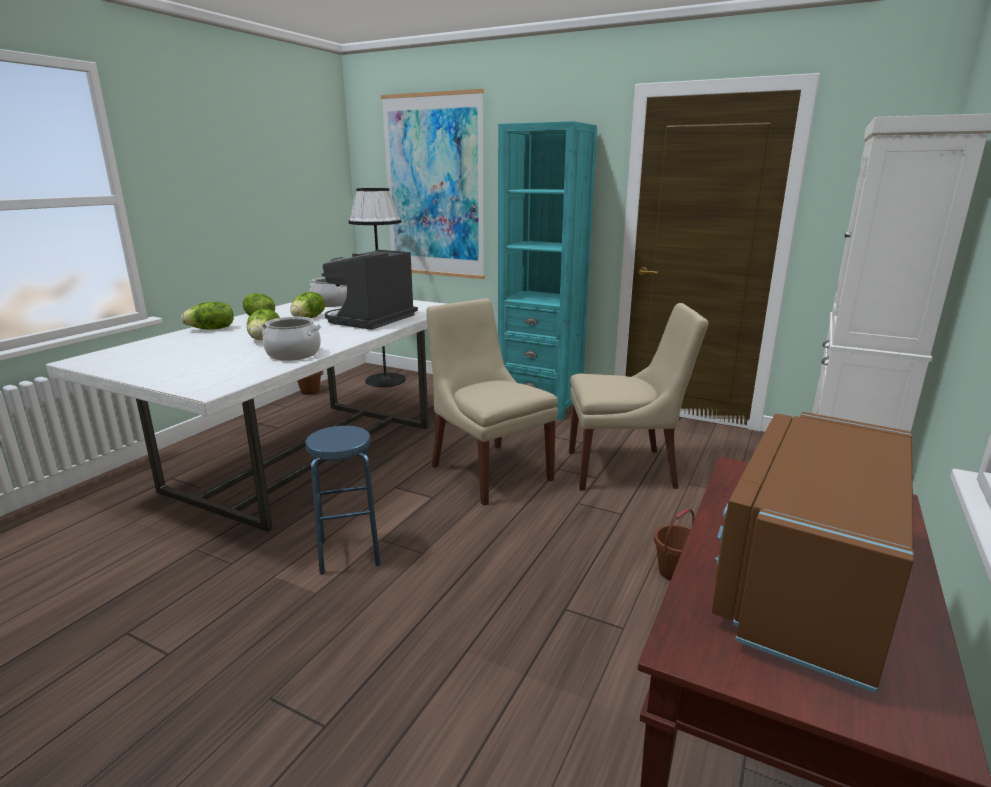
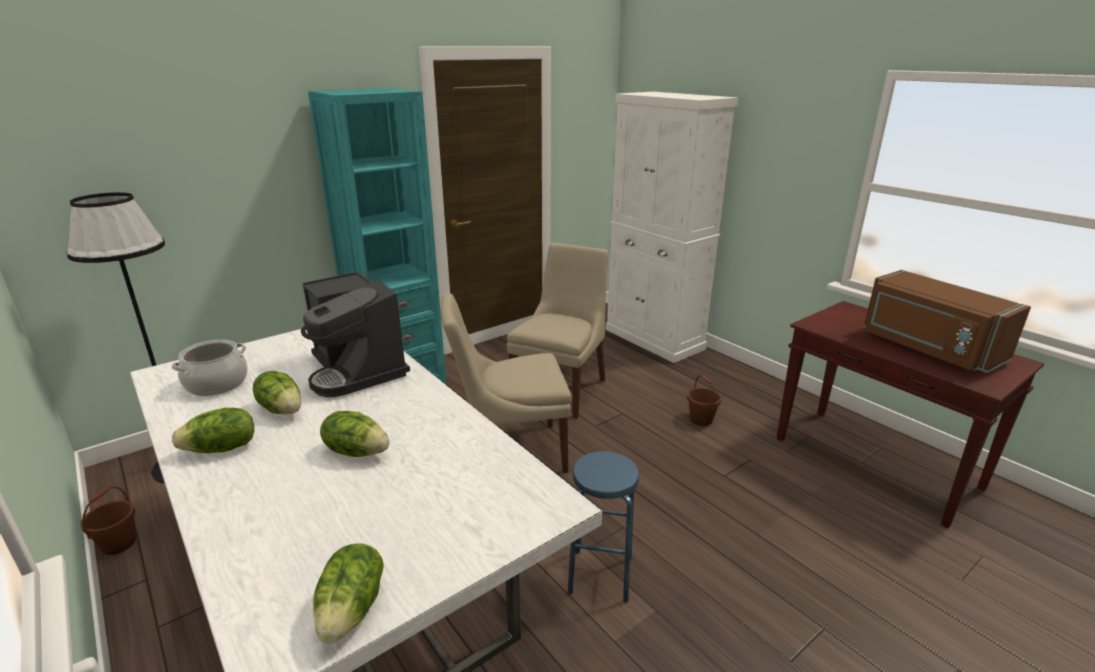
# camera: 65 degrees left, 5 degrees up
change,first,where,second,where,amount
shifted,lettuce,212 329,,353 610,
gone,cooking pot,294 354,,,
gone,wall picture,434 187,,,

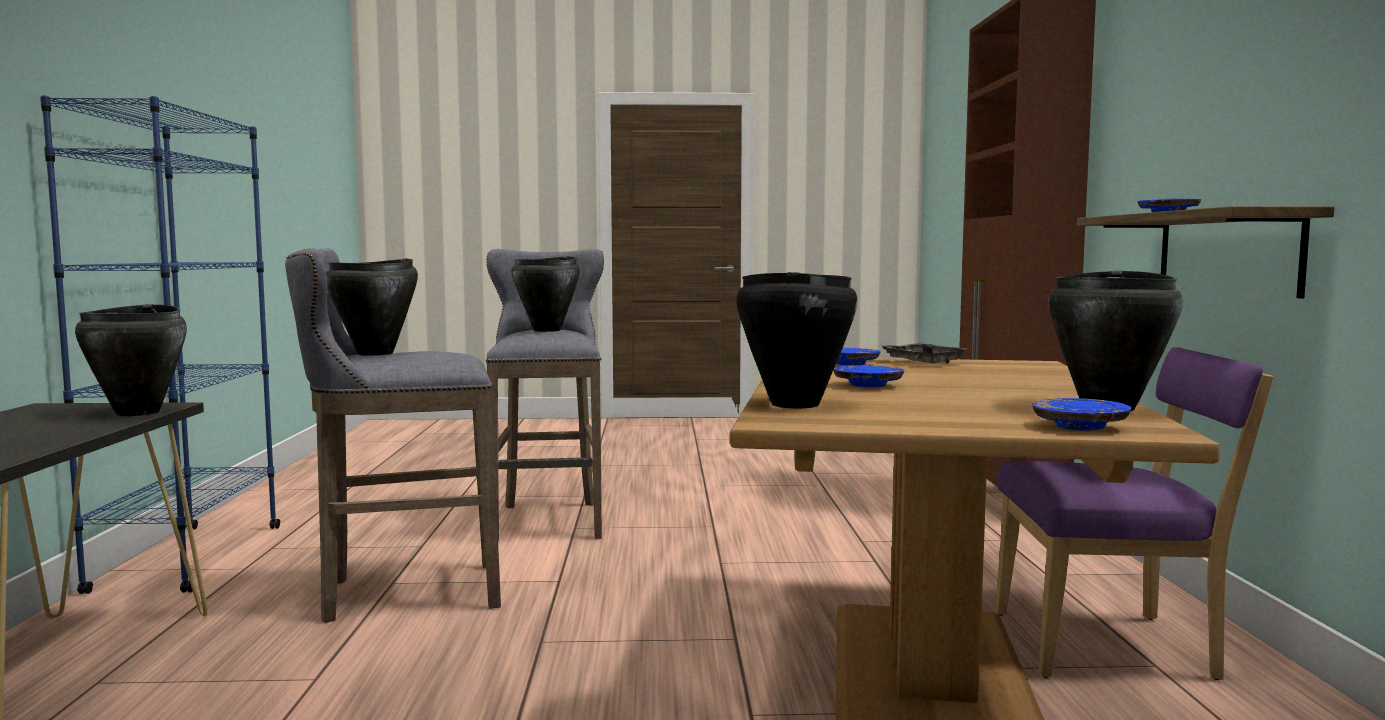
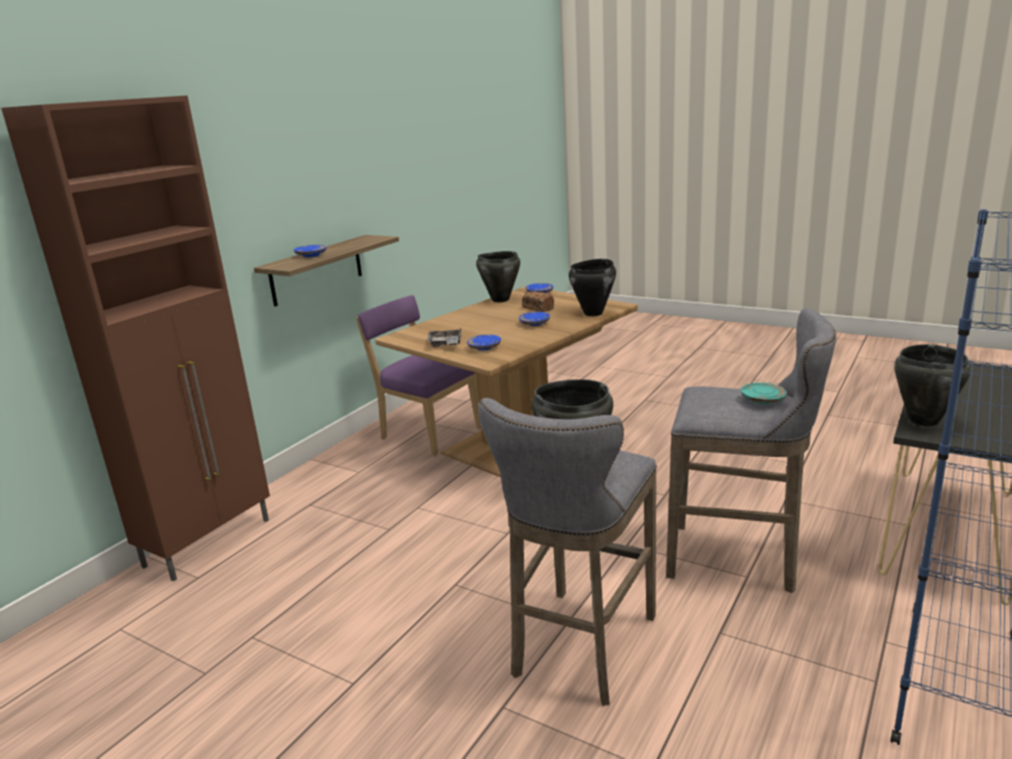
# camera: 145 degrees left, 15 degrees up
change,first,where,second,where,amount
new,,,bakery bread,538 308,
swapped,black-coloured cooking pot,376 353,blue-green flat dish,763 400,

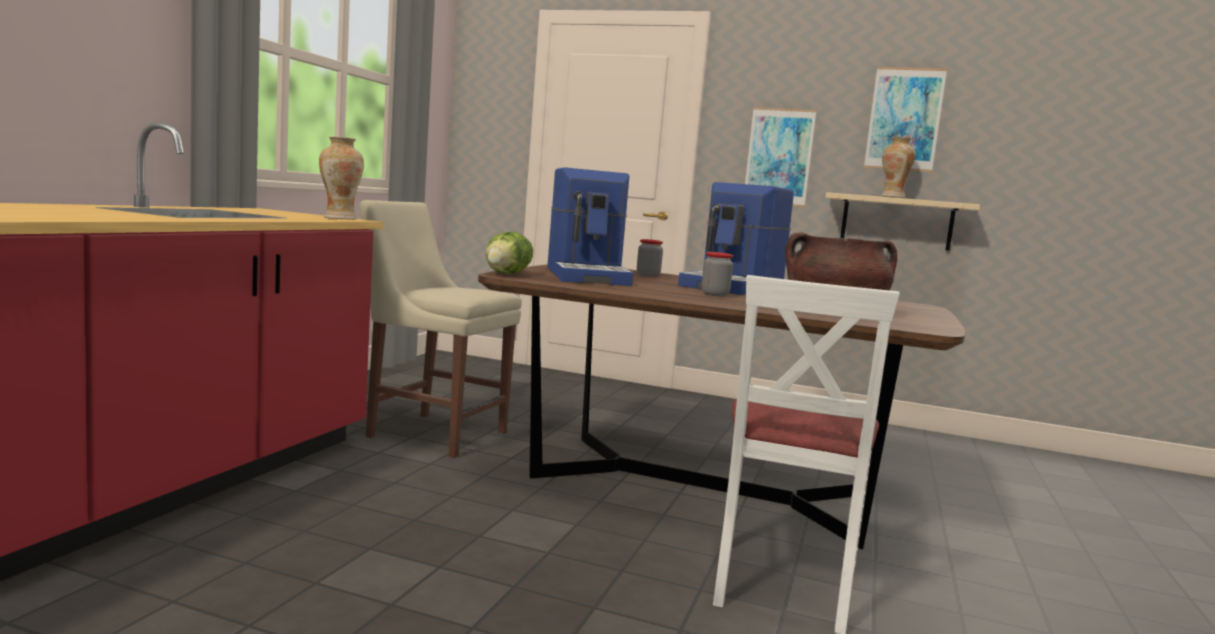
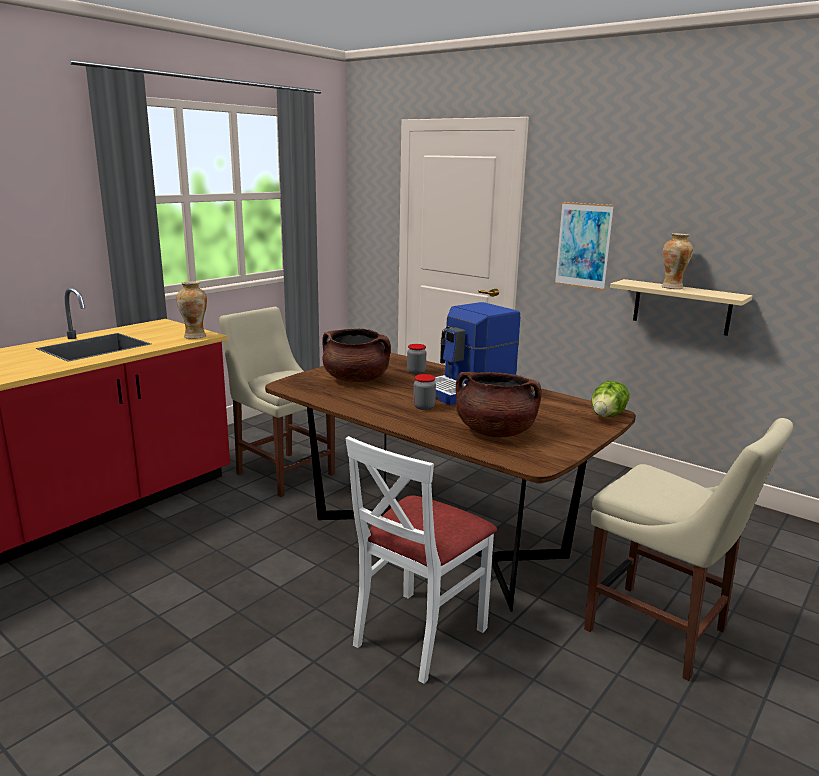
# camera: 20 degrees right, 10 degrees up
change,first,where,second,where,amount
swapped,coffee brewer,588 276,brown-coloured cooking pot,356 379,
new,,,beige plain chair,662 633,
shifted,lettuce,507 274,,608 415,
gone,wall picture,904 119,,,

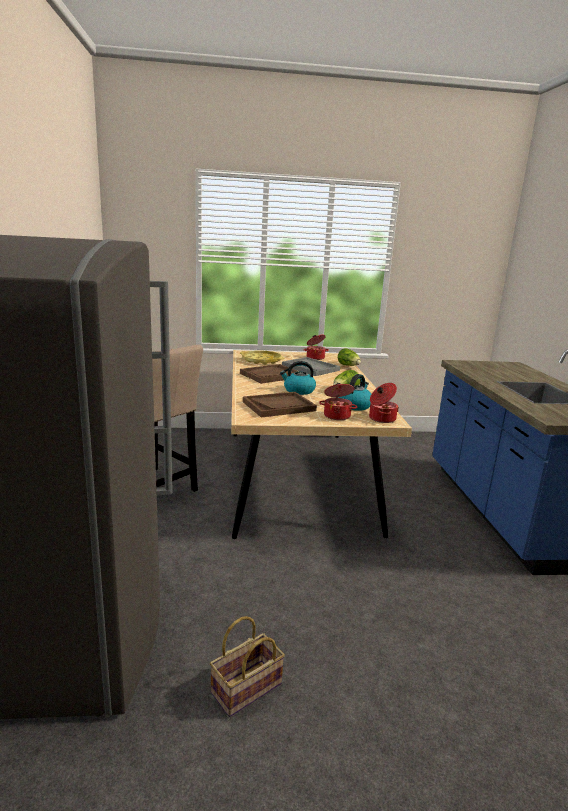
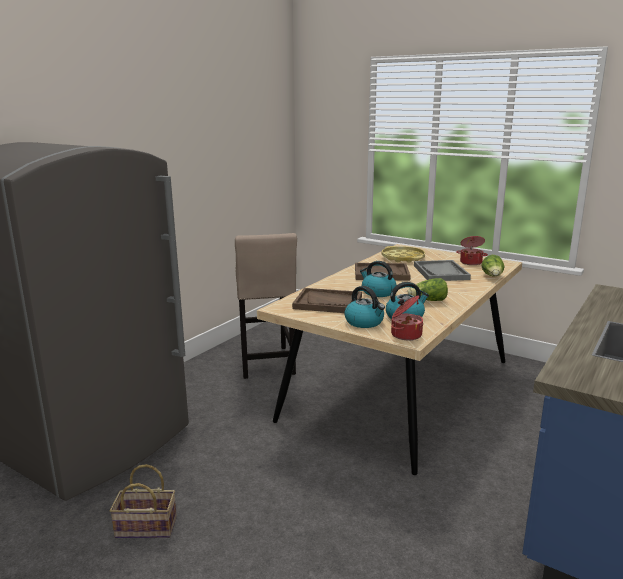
# camera: 40 degrees right, 0 degrees up
change,first,where,second,where,amount
swapped,cooking pot,337 416,tea kettle,365 322,

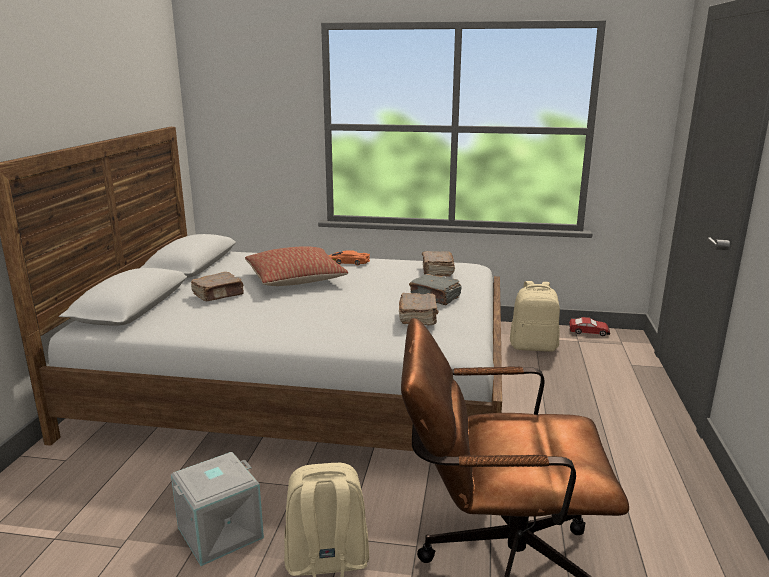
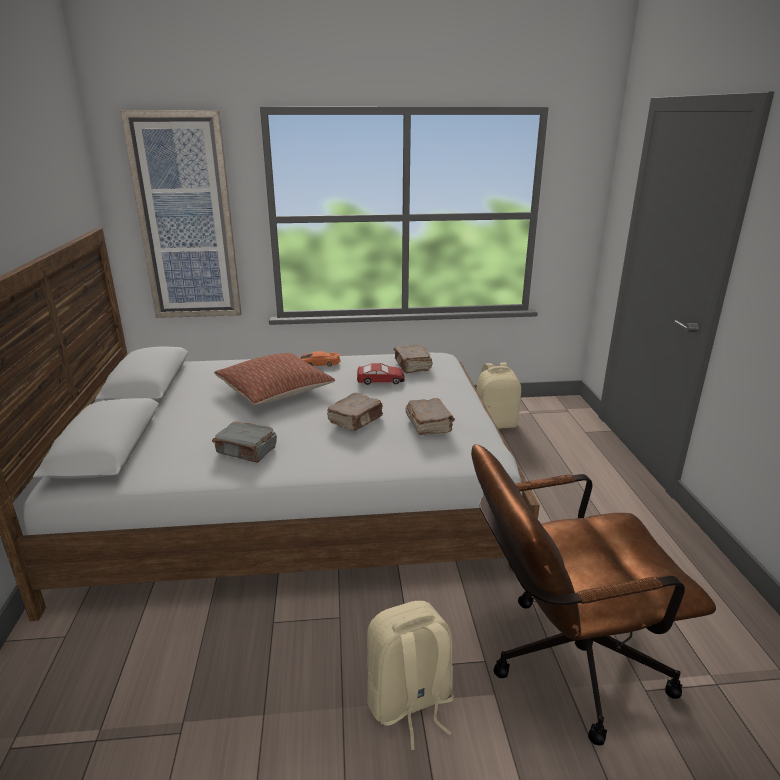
# camera: 15 degrees left, 5 degrees up
change,first,where,second,where,amount
new,,,wall picture,186 219,
shifted,gray book,435 297,,247 451,
shifted,brown-coloured book,219 295,,356 420,
shifted,miniature car,589 332,,380 380,
gone,gray storage container,220 533,,,

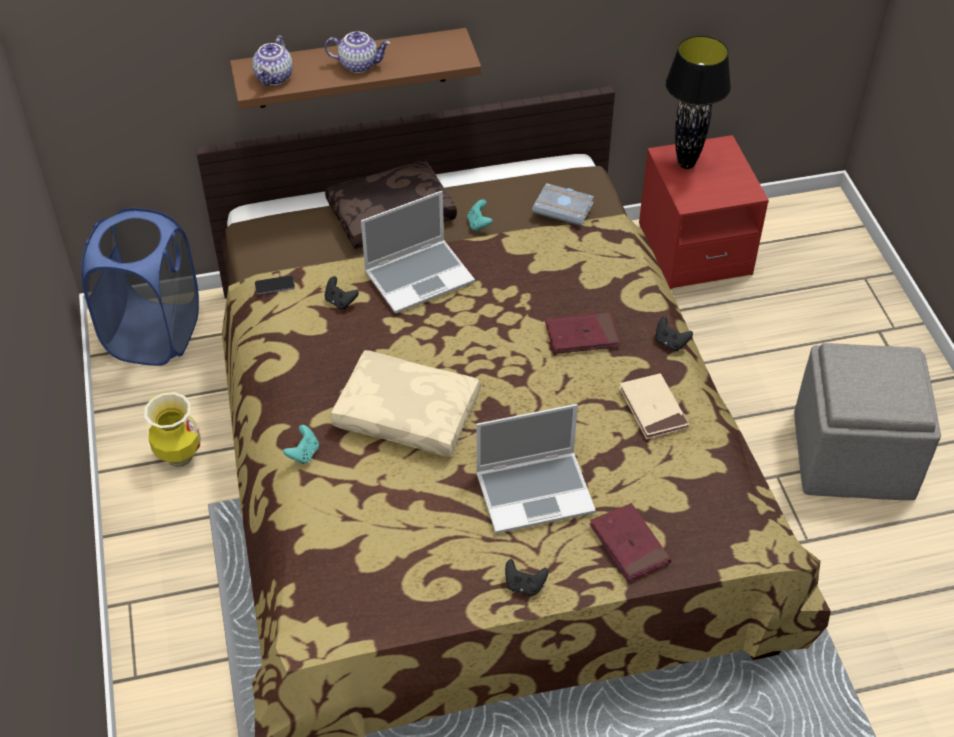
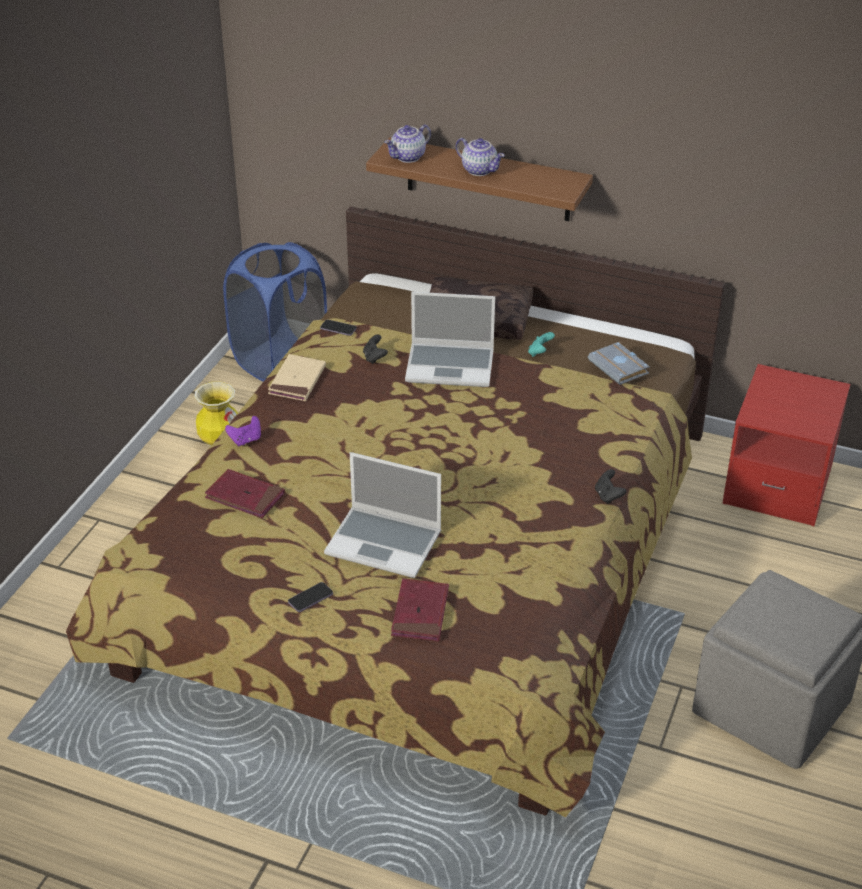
# camera: 35 degrees right, 10 degrees down
change,first,where,second,where,amount
shifted,red book,581 336,,245 496,
repainted,blue-green game controller,304 453,purplish game controller,246 440,
shifted,beige book,653 409,,297 381,
swapped,black-coloured game controller,524 585,telephone,310 598,
gone,beige pillow,409 412,,,
gone,black-coloured tabletop lamp,686 163,,,

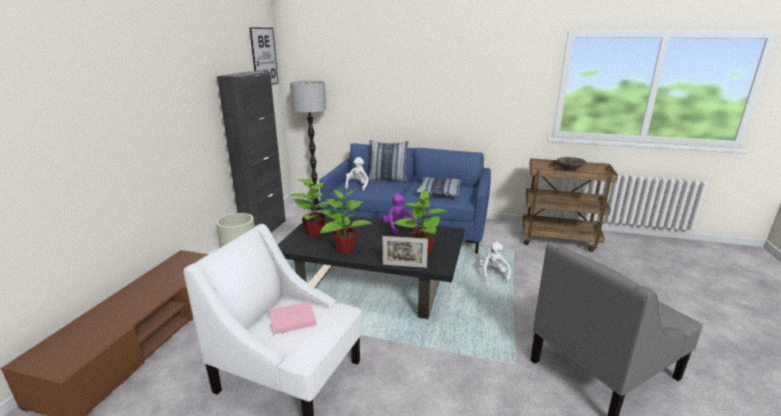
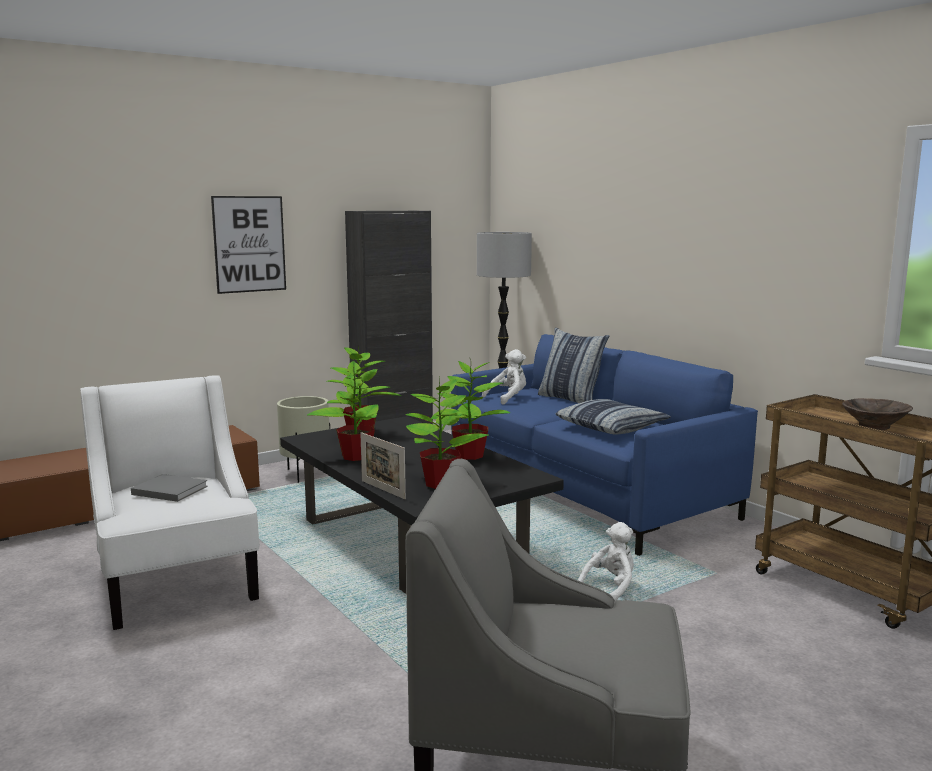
# camera: 40 degrees right, 10 degrees down
change,first,where,second,where,amount
repainted,pink-coloured book,291 319,gray book,168 490,
shifted,wall picture,264 57,,249 244,
swapped,purplish plush toy,398 228,potted plant,469 455,

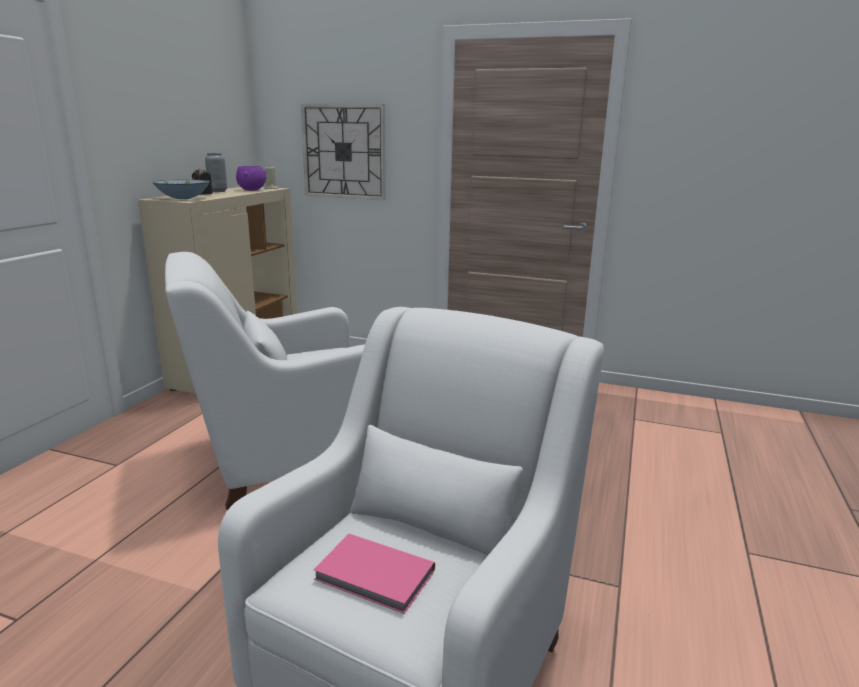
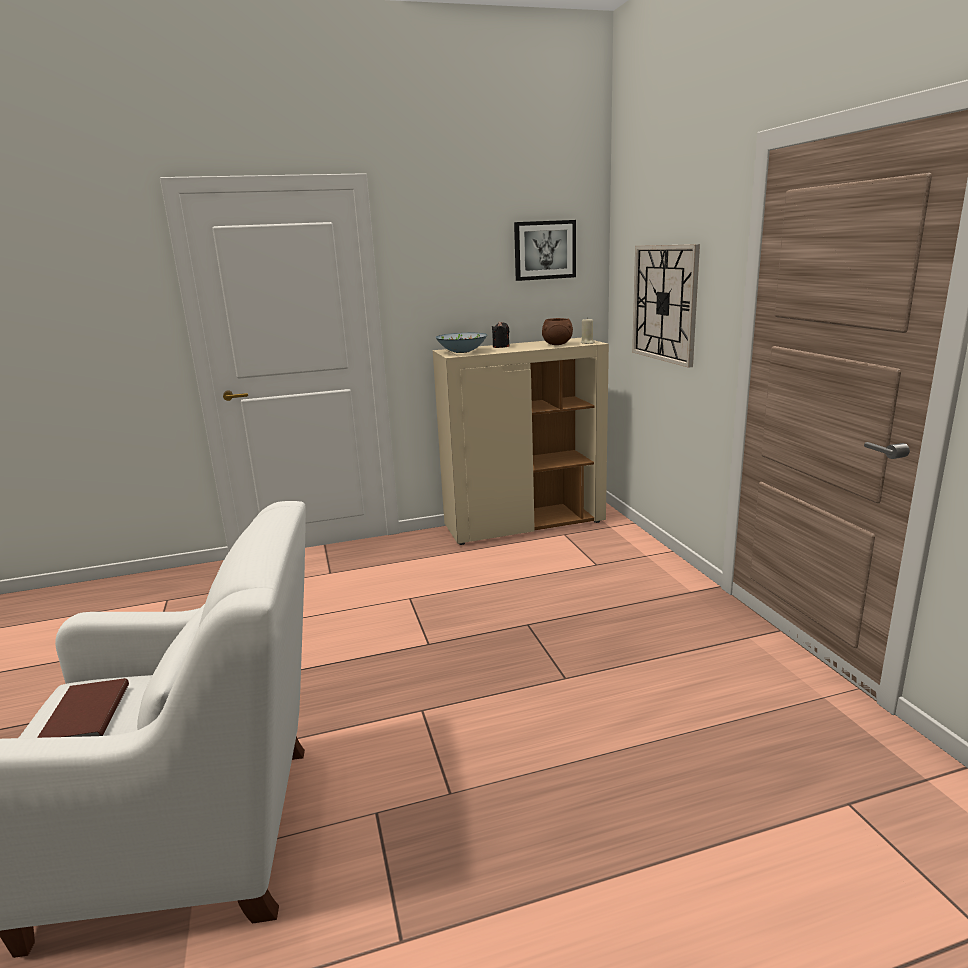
# camera: 55 degrees right, 0 degrees up
change,first,where,second,where,amount
repainted,pink-coloured book,375 577,brown-coloured book,83 716,
new,,,wall picture,544 250,
repainted,purplish deep dish,251 190,brown-coloured deep dish,557 344,
gone,white-coloured lounge chair,283 459,,,
gone,gray flower vase,218 191,,,

